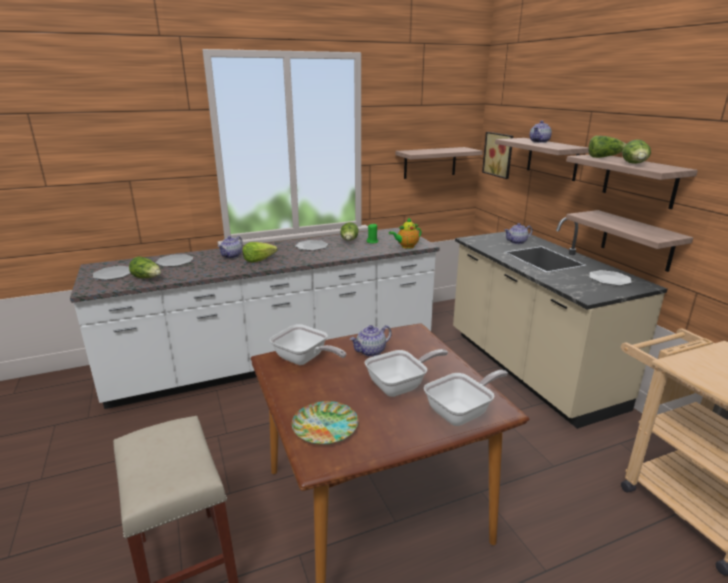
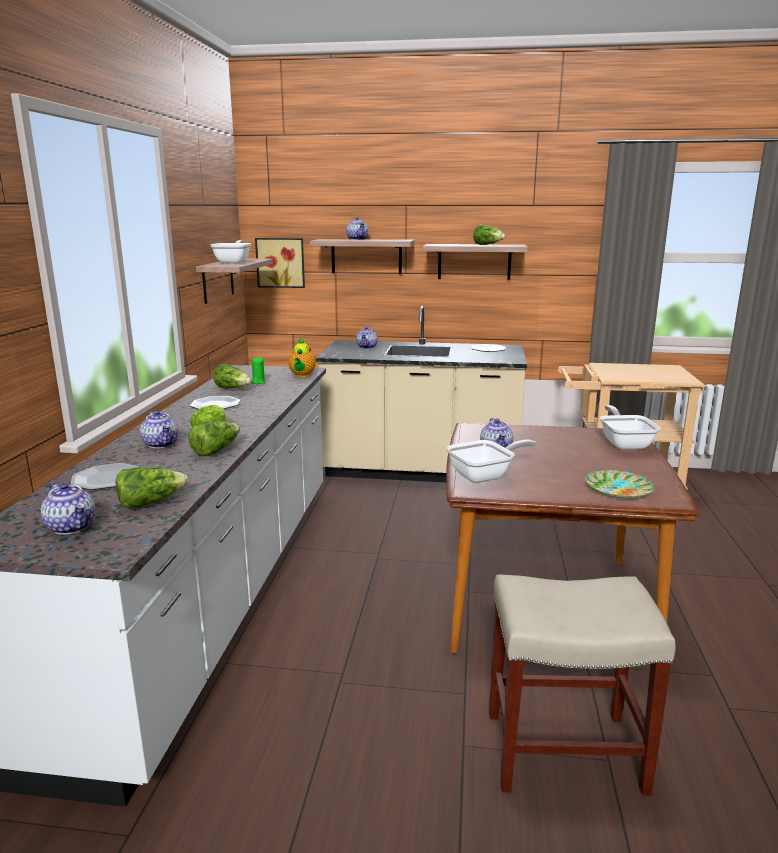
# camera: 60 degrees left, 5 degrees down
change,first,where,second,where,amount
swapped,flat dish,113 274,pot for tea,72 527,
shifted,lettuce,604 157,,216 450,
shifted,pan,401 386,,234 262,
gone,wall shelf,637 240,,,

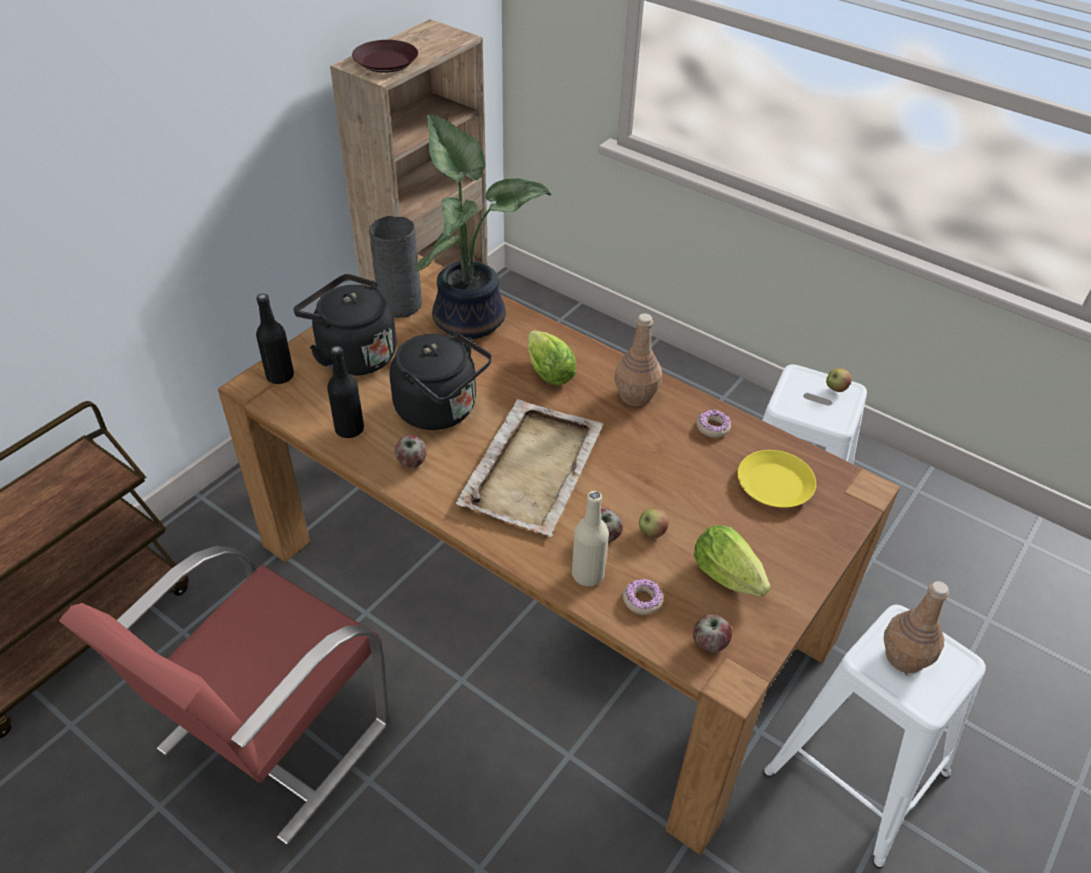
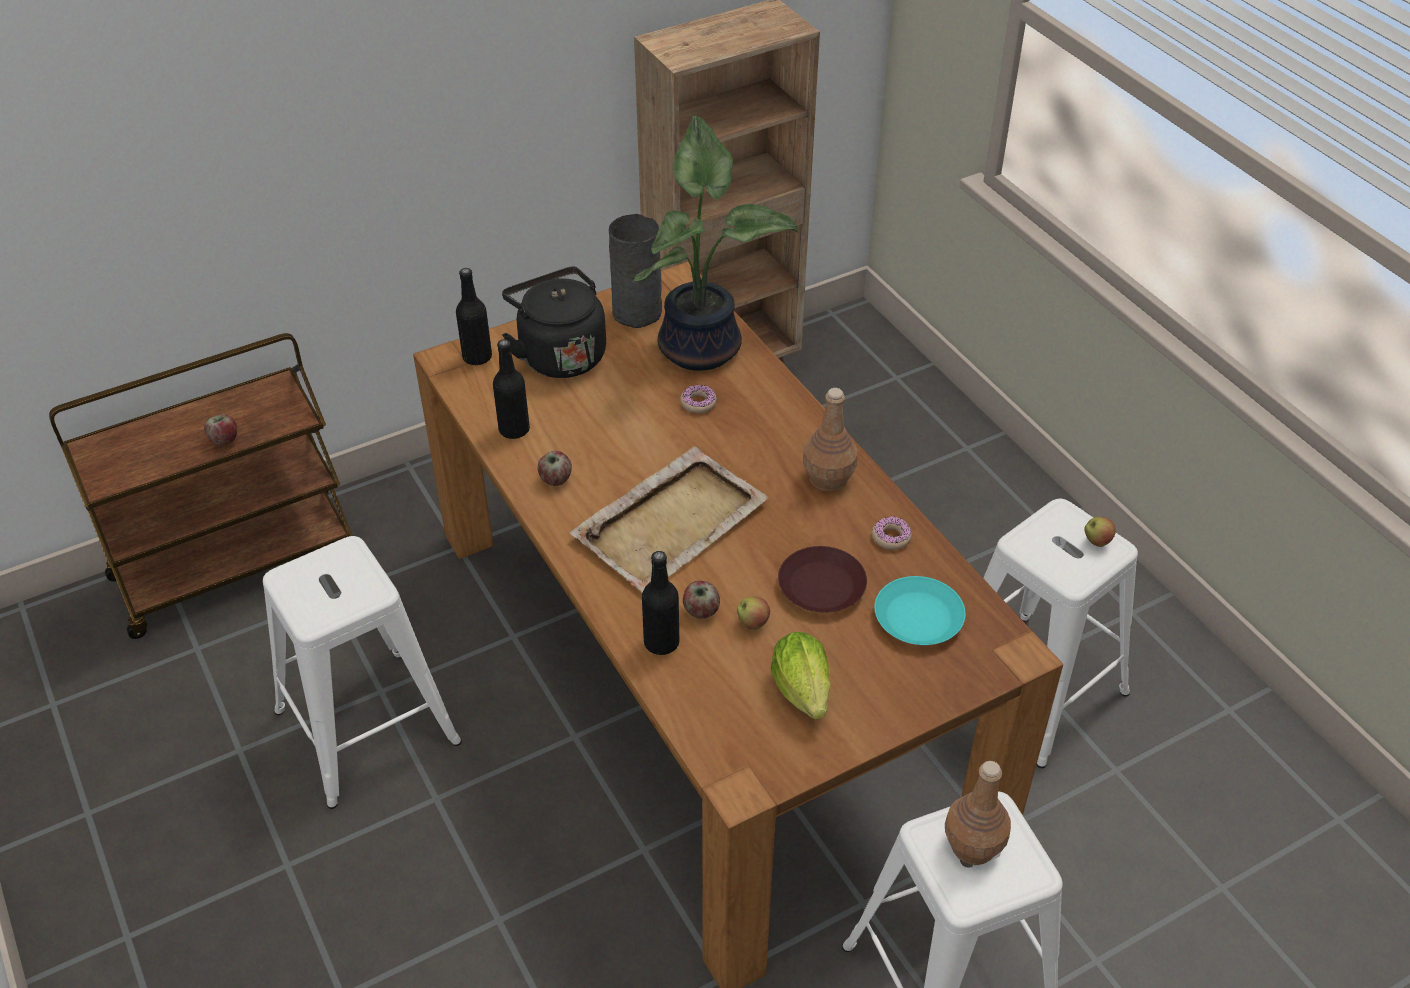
# camera: 25 degrees right, 0 degrees up
change,first,where,second,where,amount
shifted,apple fruit,710 642,,224 439,
swapped,red plain chair,270 739,white-coloured stool seat,364 726,
repainted,beige drink bottle,588 574,black-coloured drink bottle,661 642,
shifted,ring doughnut,642 600,,698 403,
shifted,brown-coloured flat dish,386 62,,822 587,
repainted,yellow flat dish,775 485,blue-green flat dish,919 618,
gone,black-coloured tea kettle,441 410,,,
gone,lettuce,547 370,,,

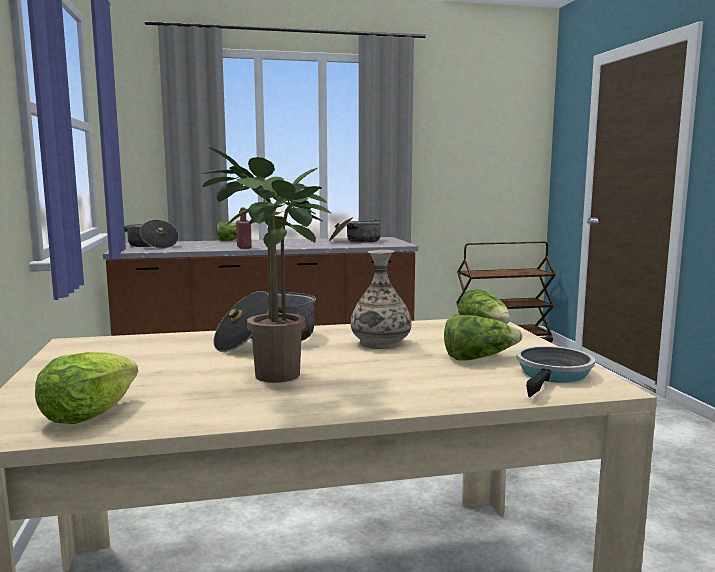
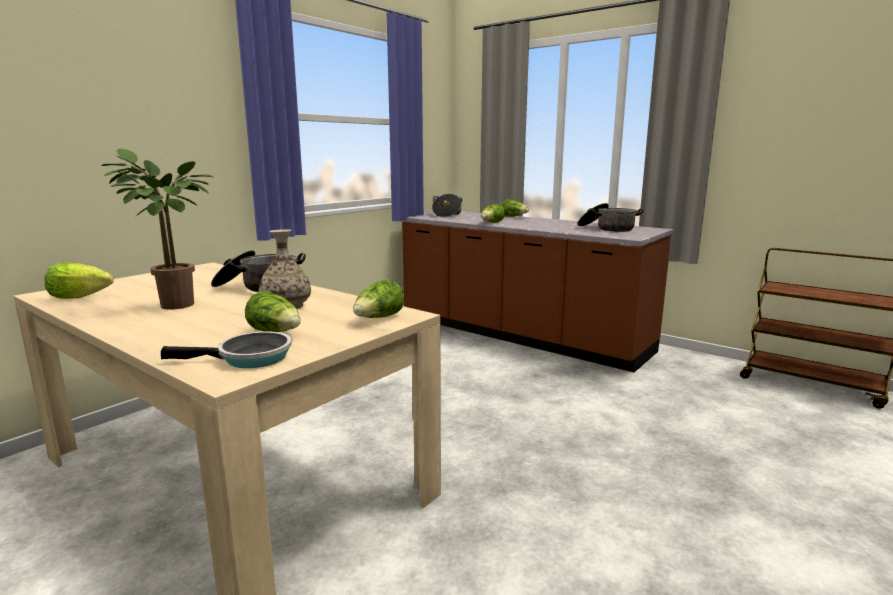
# camera: 50 degrees right, 5 degrees up
change,first,where,second,where,amount
swapped,red drink bottle,244 247,lettuce,491 223,

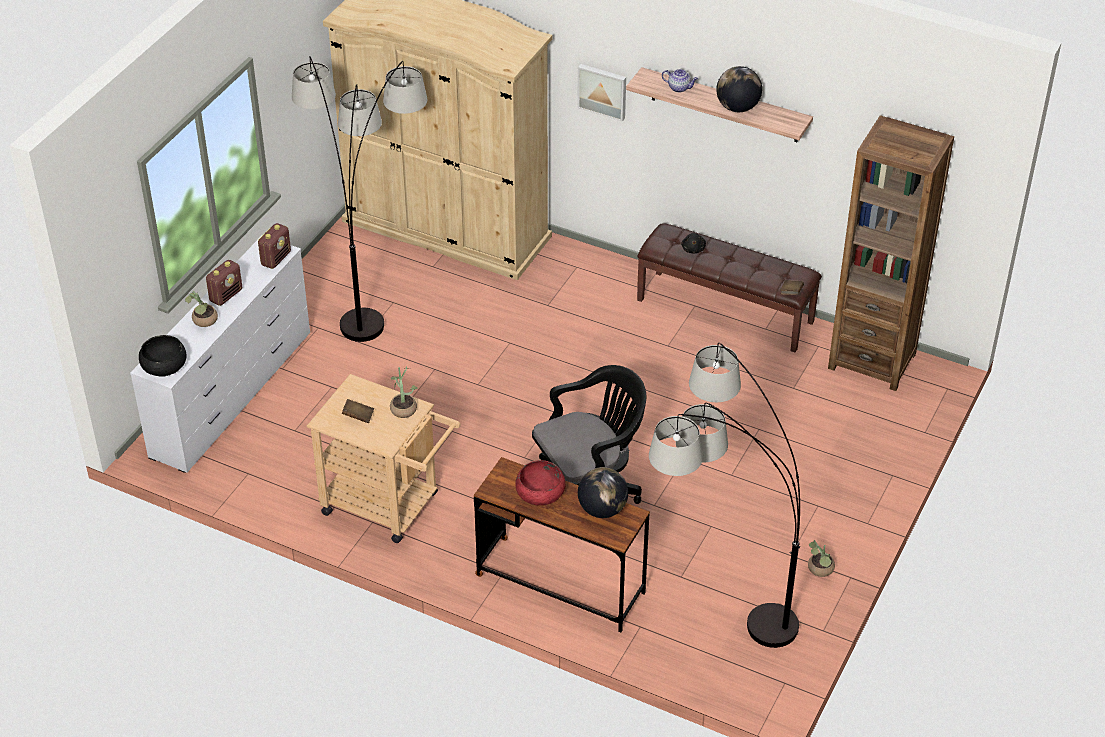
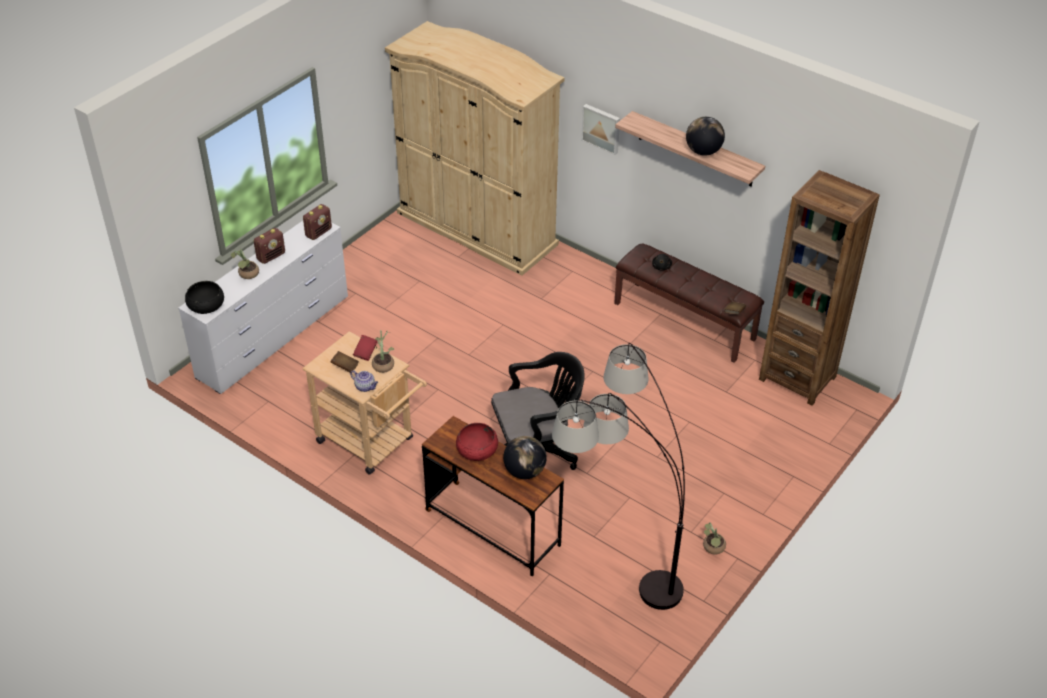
# camera: 10 degrees right, 0 degrees up
change,first,where,second,where,amount
shifted,pot for tea,679 88,,365 387,
new,,,red book,365 352,
gone,floor lamp,369 291,,,

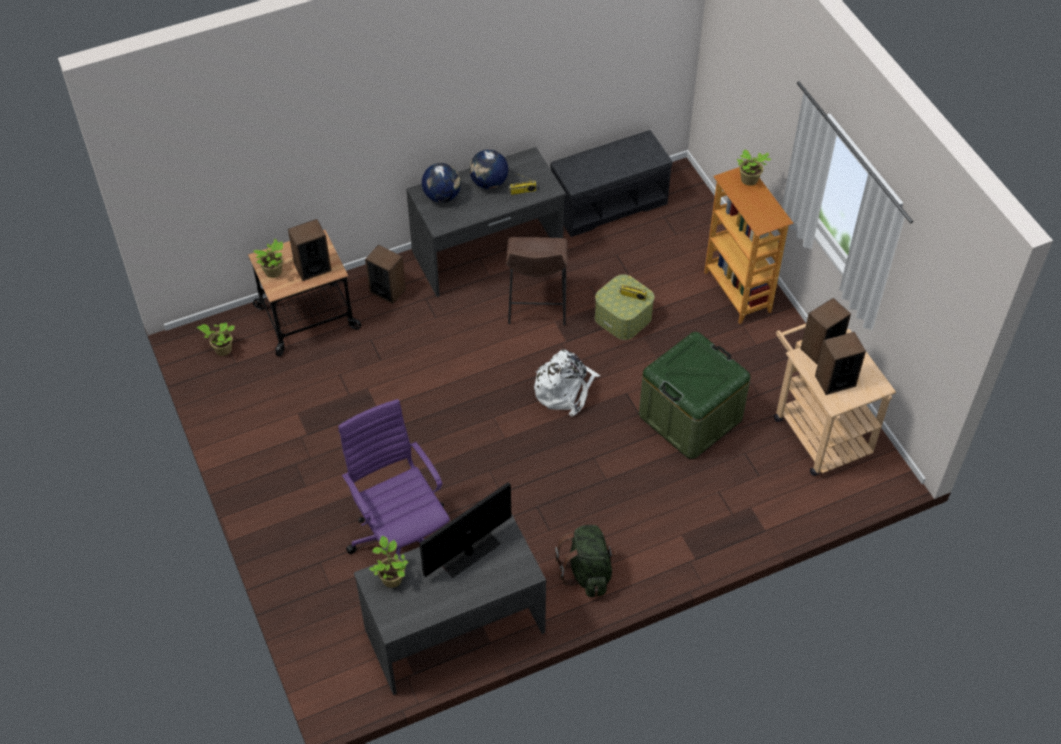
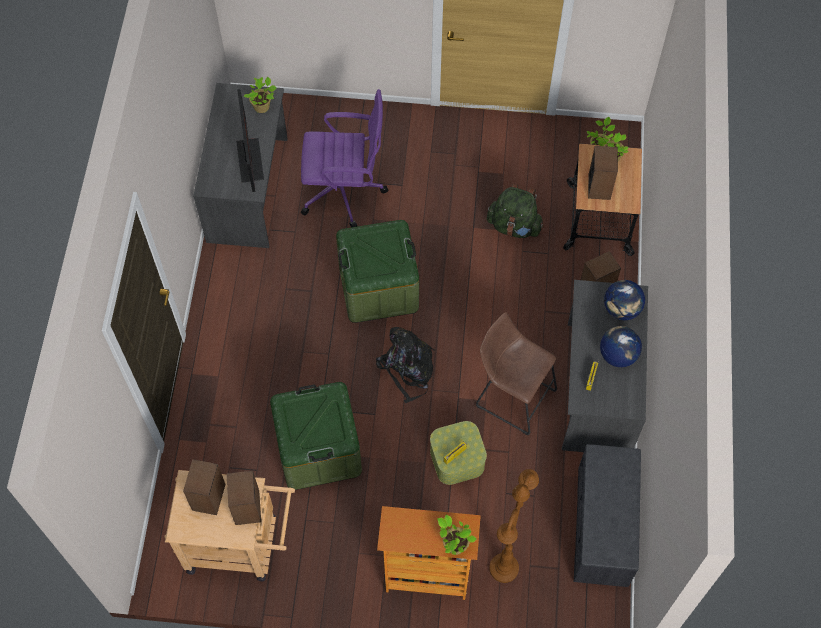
# camera: 120 degrees right, 10 degrees up
change,first,where,second,where,amount
new,,,green-coloured storage container,378 288,
repainted,white-coloured knapsack,564 390,black-coloured knapsack,408 369,
shifted,green-coloured knapsack,587 572,,514 226,
new,,,brown-coloured floor lamp,504 568,

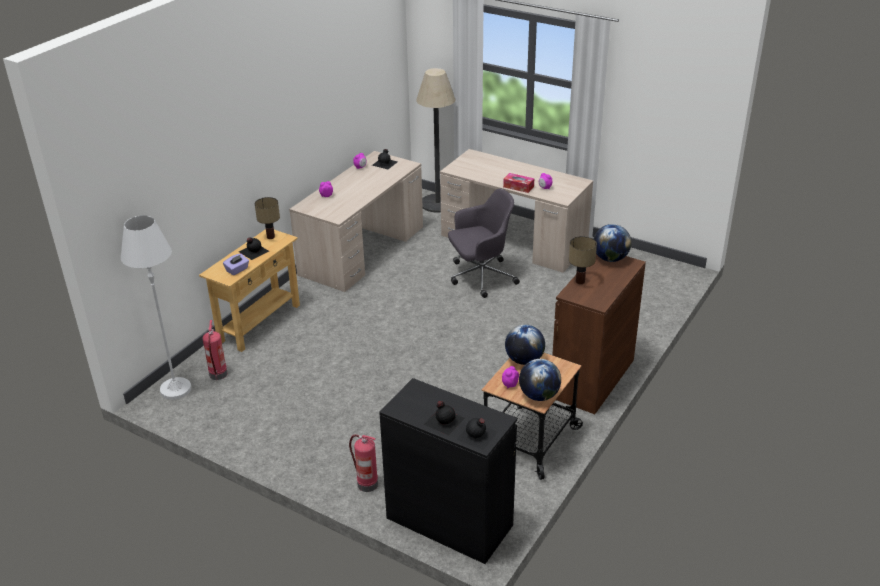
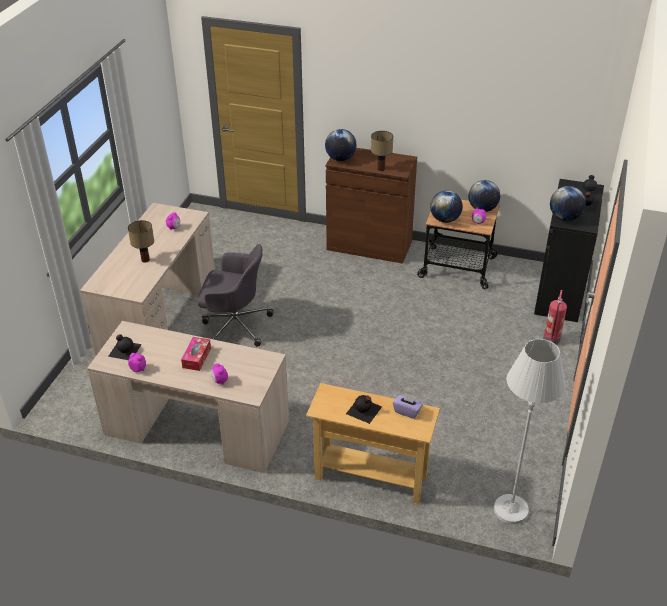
# camera: 105 degrees left, 5 degrees up
change,first,where,second,where,amount
shifted,tabletop lamp,270 237,,145 260,
shifted,tissue holder,518 187,,196 357,
rotated,gray office chair,480 277,,235 325,135 degrees clockwise
new,,,desk globe,564 218,
gone,fire-fighting cylinder,218 375,,,
gone,floor lamp,438 203,,,

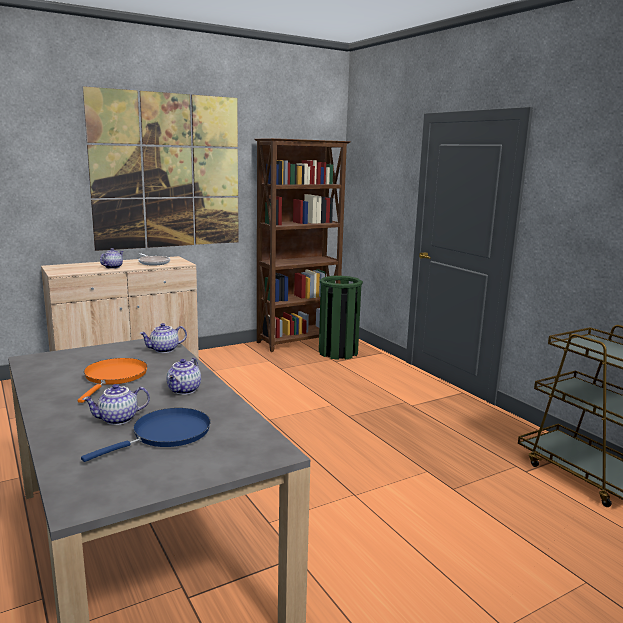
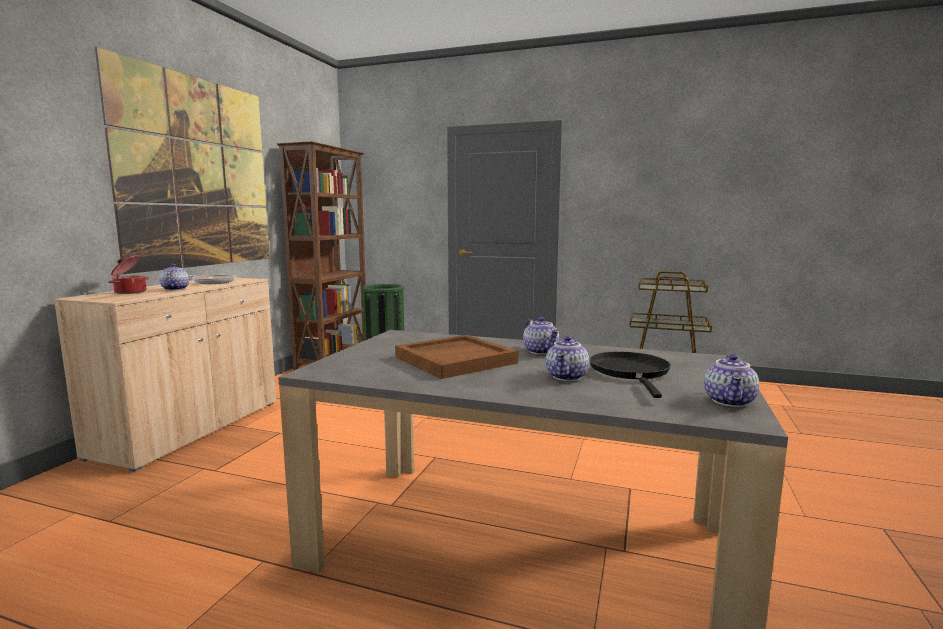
# camera: 40 degrees left, 5 degrees down
change,first,where,second,where,amount
new,,,cooking pot,130 292,
swapped,orange-coloured pan,114 377,brown-coloured serving tray,455 360,
repainted,blue-coloured pan,167 434,black-coloured pan,630 372,
shifted,pot for tea,164 350,,730 401,

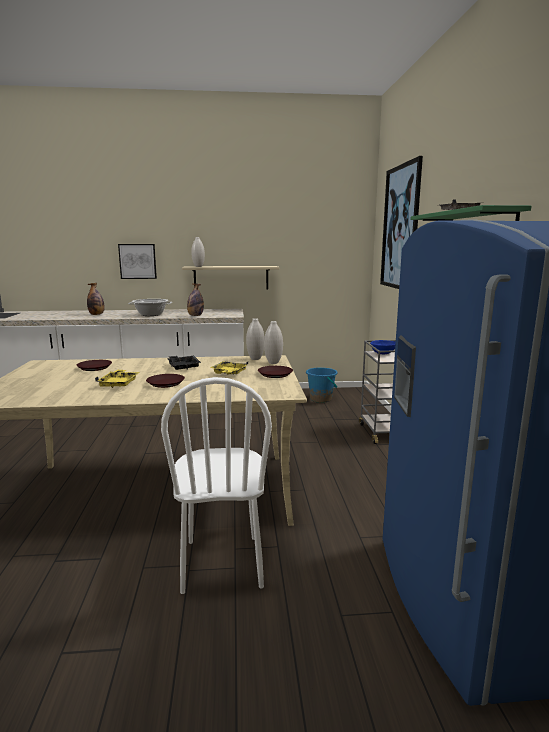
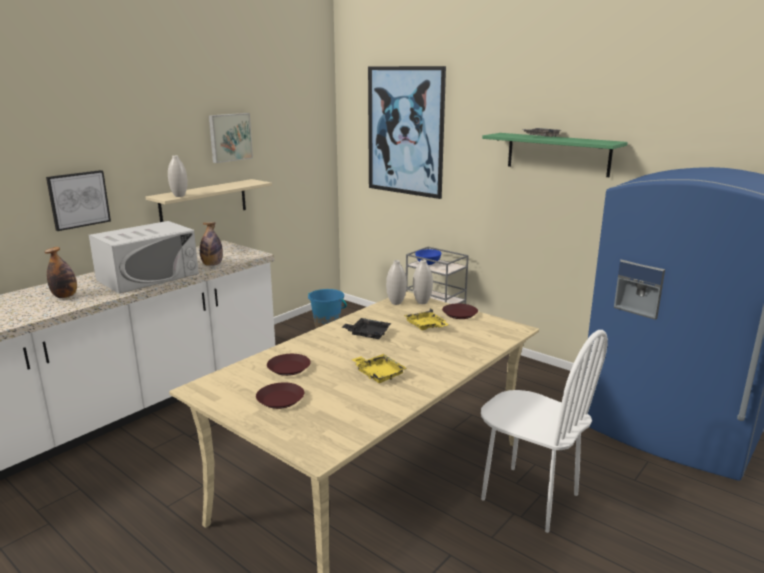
# camera: 45 degrees left, 5 degrees up
change,first,where,second,where,amount
swapped,cooking pot,151 314,white-coloured microwave,148 277,
new,,,wall picture,229 137,
shifted,brown-coloured flat dish,166 383,,281 399,

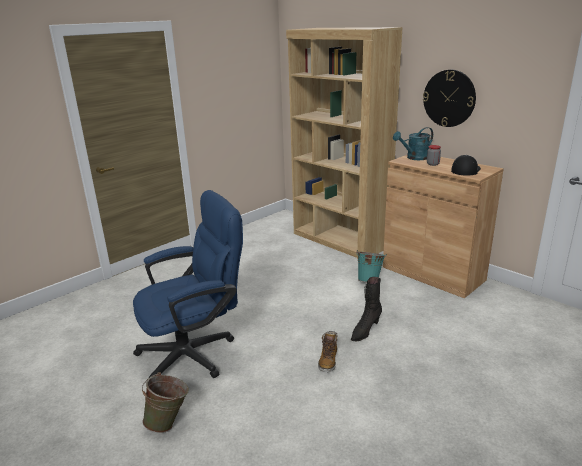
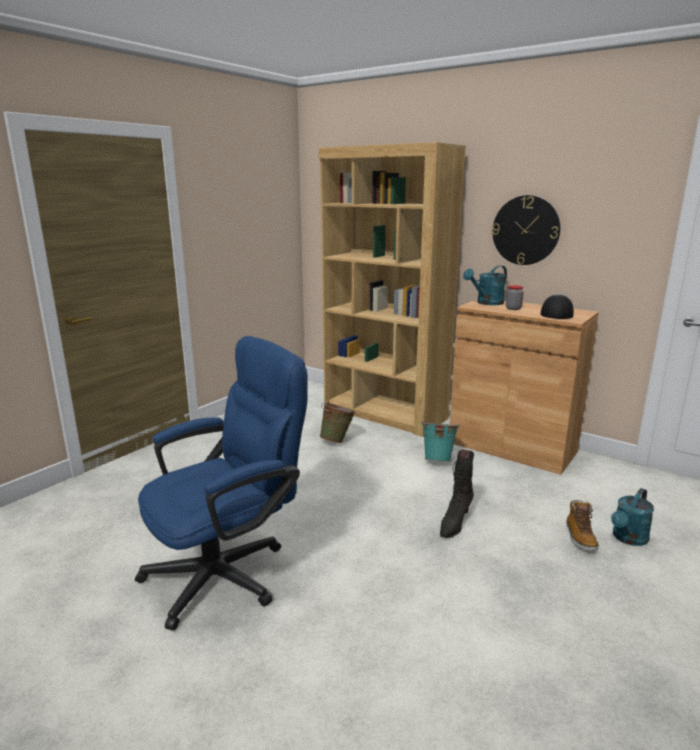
# camera: 10 degrees left, 5 degrees down
change,first,where,second,where,amount
shifted,green-coloured bucket,169 422,,337 440,
shifted,tall boot,328 361,,580 538,
new,,,blue-green sprinkling can,628 539,

